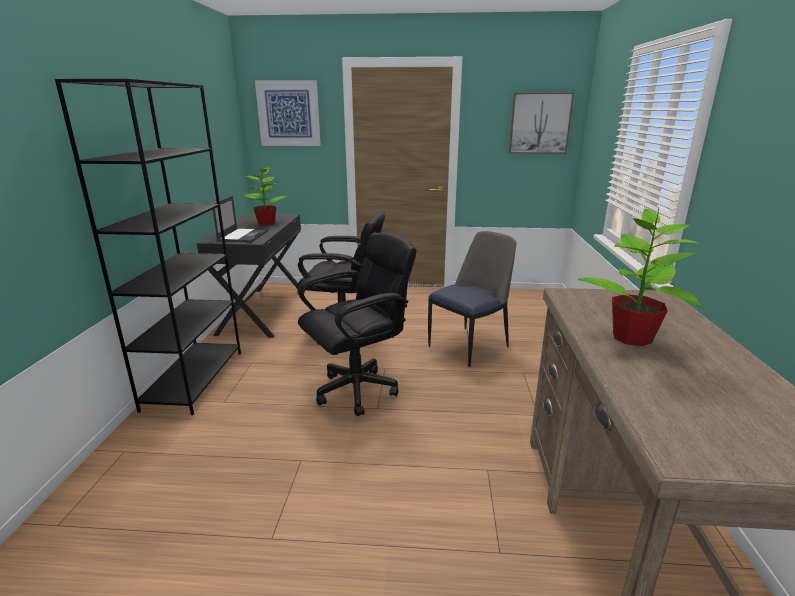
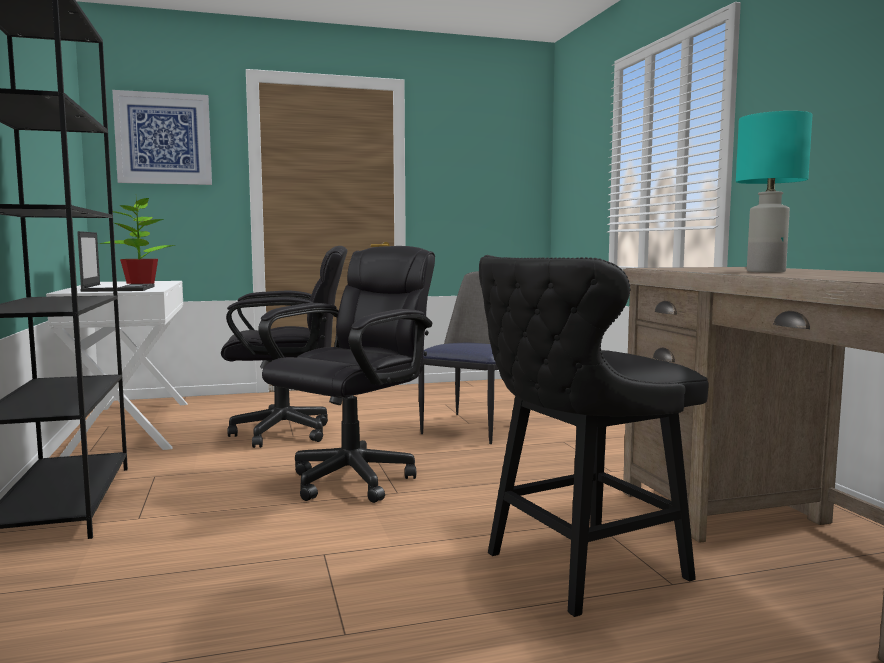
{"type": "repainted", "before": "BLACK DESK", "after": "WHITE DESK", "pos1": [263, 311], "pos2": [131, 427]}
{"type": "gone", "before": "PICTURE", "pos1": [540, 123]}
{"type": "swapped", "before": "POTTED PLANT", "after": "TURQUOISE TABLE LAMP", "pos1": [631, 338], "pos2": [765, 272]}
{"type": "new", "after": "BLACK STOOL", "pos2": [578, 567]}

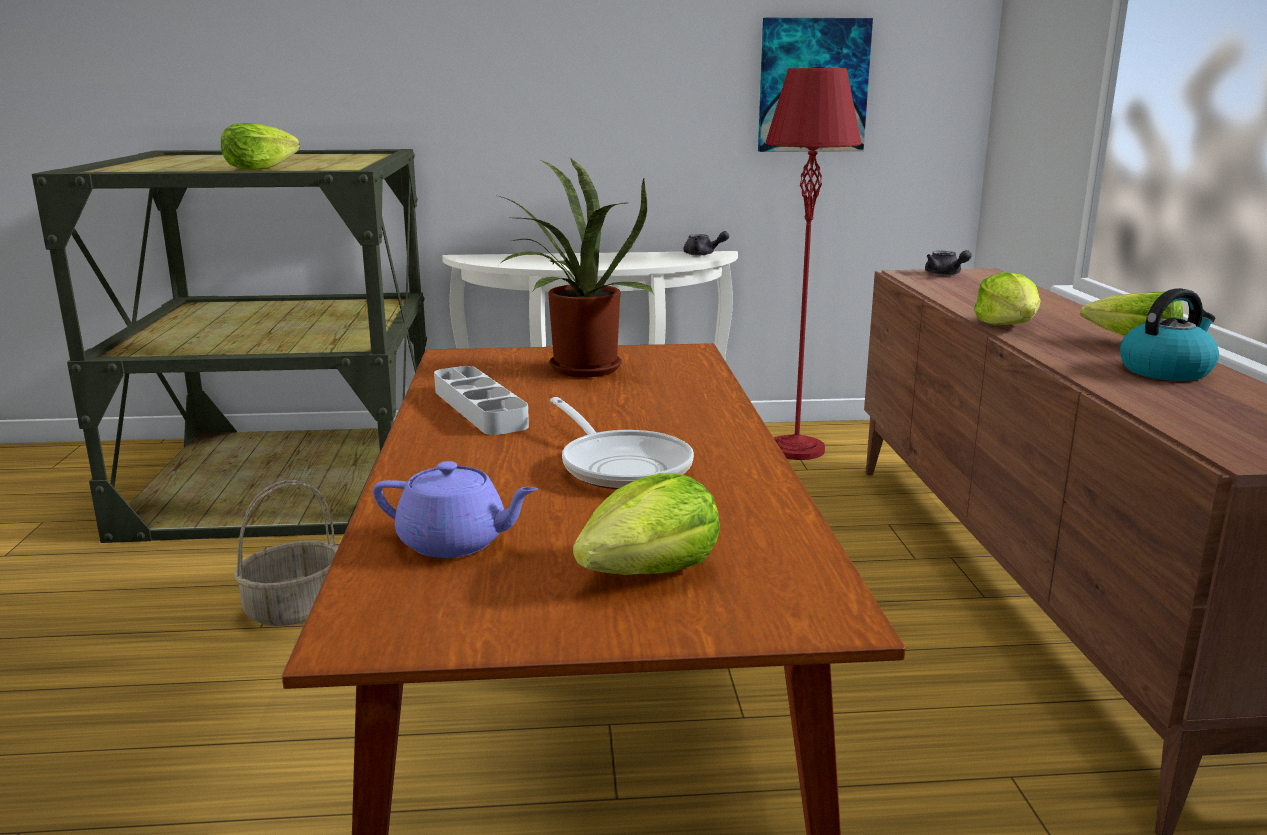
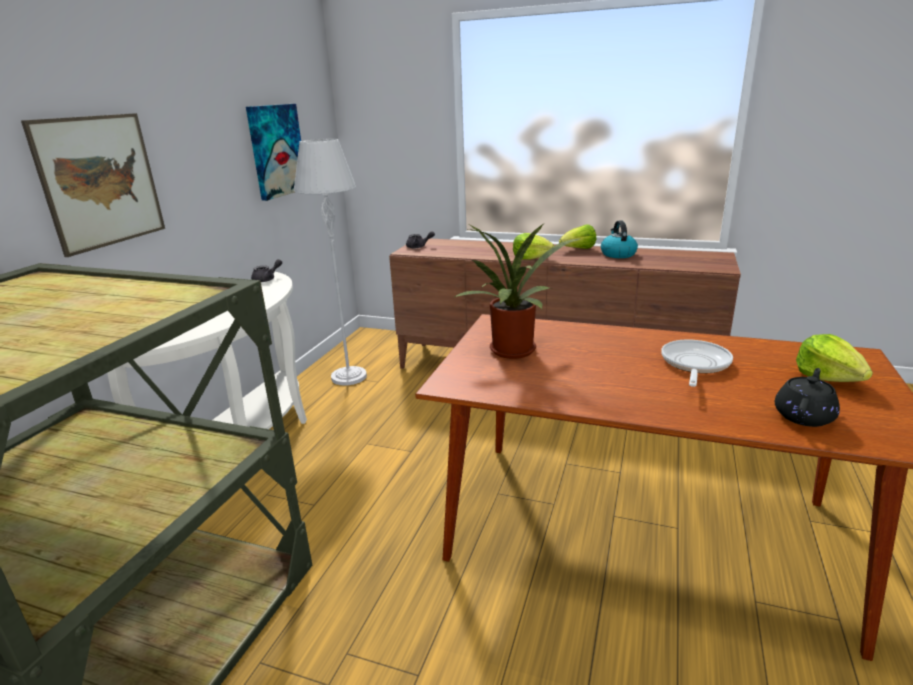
{"type": "gone", "before": "LETTUCE", "pos1": [259, 168]}
{"type": "gone", "before": "BASKET", "pos1": [295, 608]}
{"type": "repainted", "before": "PURPLE TEAPOT", "after": "BLACK TEAPOT", "pos1": [455, 542], "pos2": [804, 416]}
{"type": "gone", "before": "GREY TRAY", "pos1": [479, 408]}
{"type": "rotated", "before": "FRYING PAN", "pos1": [621, 466], "pos2": [694, 365], "turn": -60}
{"type": "repainted", "before": "RED FLOOR LAMP", "after": "GREY FLOOR LAMP", "pos1": [795, 449], "pos2": [349, 377]}
{"type": "new", "after": "PICTURE", "pos2": [101, 181]}

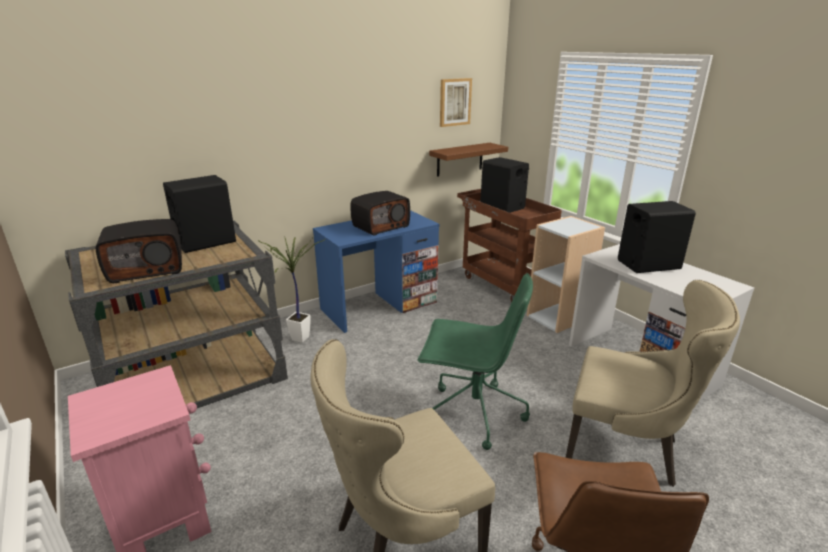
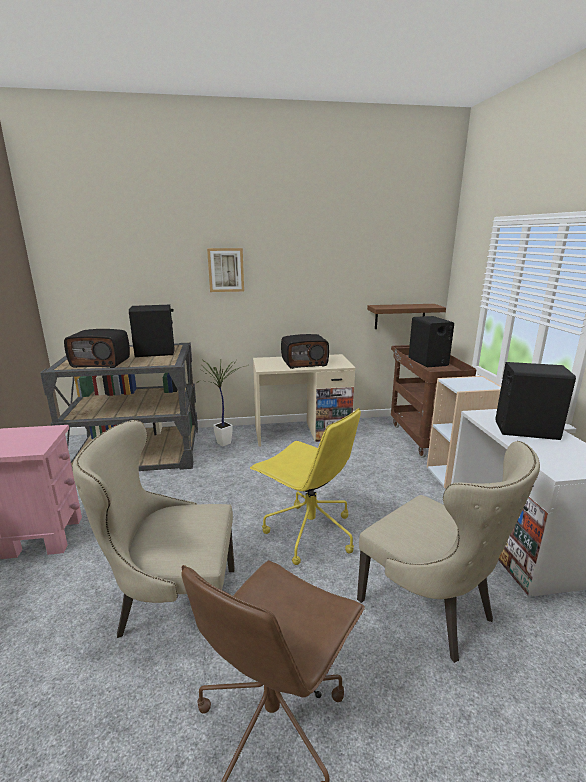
{"type": "repainted", "before": "BLUE DESK", "after": "BEIGE DESK", "pos1": [379, 306], "pos2": [301, 432]}
{"type": "repainted", "before": "GREEN OFFICE CHAIR", "after": "YELLOW OFFICE CHAIR", "pos1": [470, 413], "pos2": [306, 531]}
{"type": "shifted", "before": "PICTURE", "pos1": [454, 102], "pos2": [226, 270]}

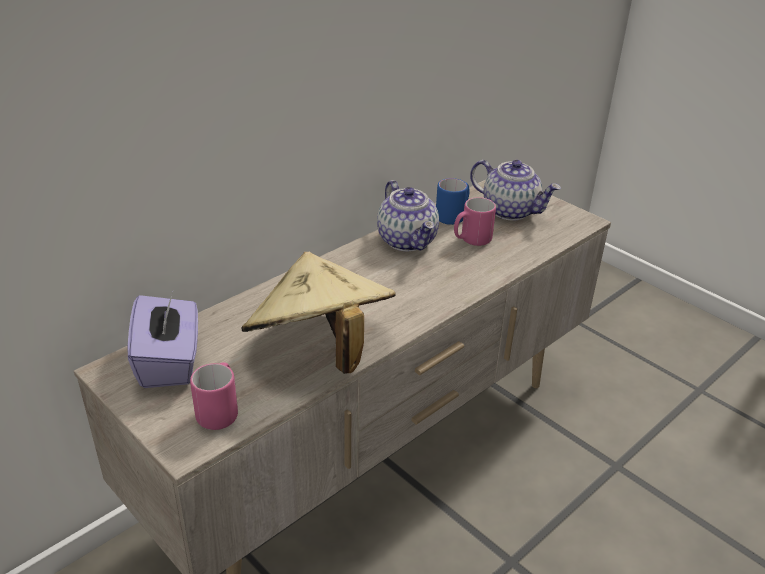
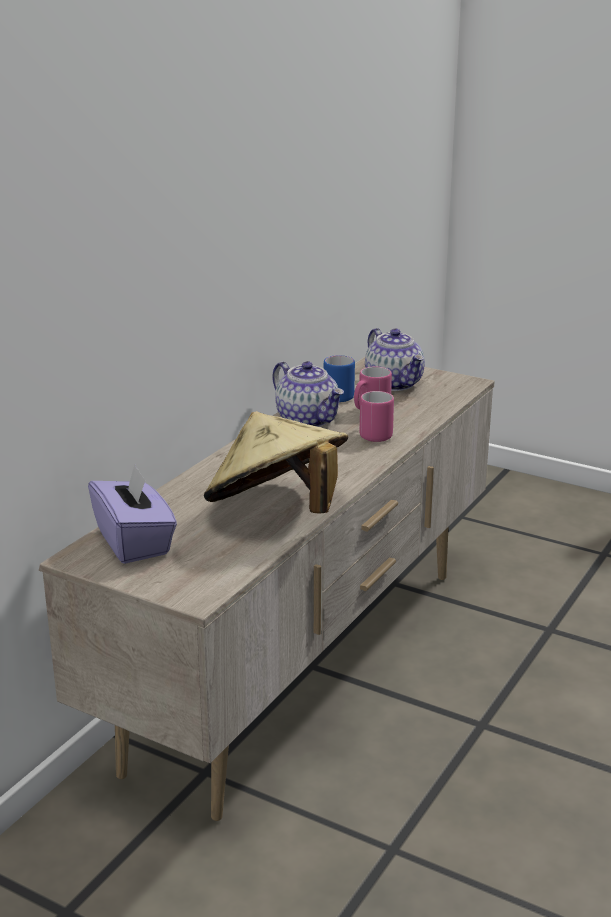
{"type": "shifted", "before": "PINK MUG", "pos1": [220, 411], "pos2": [375, 434]}
{"type": "rotated", "before": "TEAPOT", "pos1": [511, 210], "pos2": [395, 384], "turn": 45}

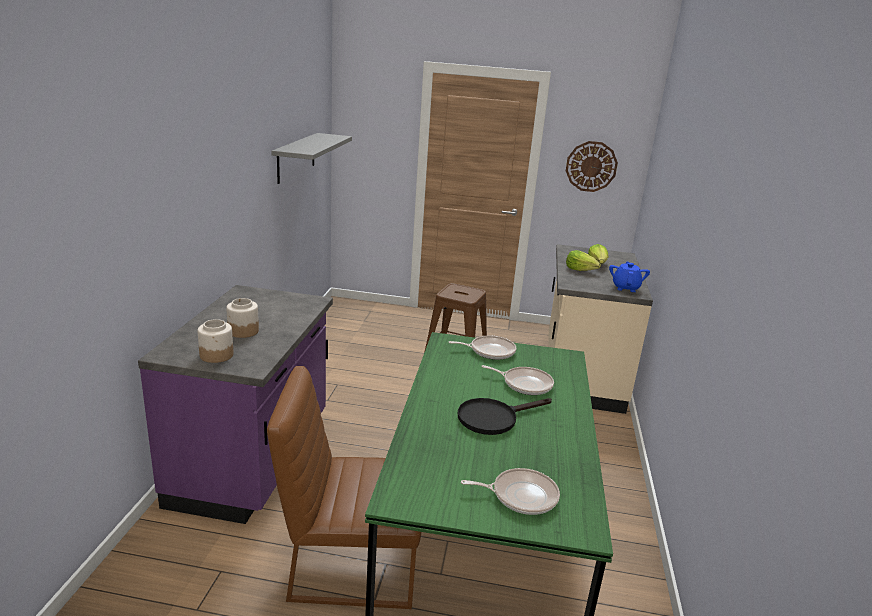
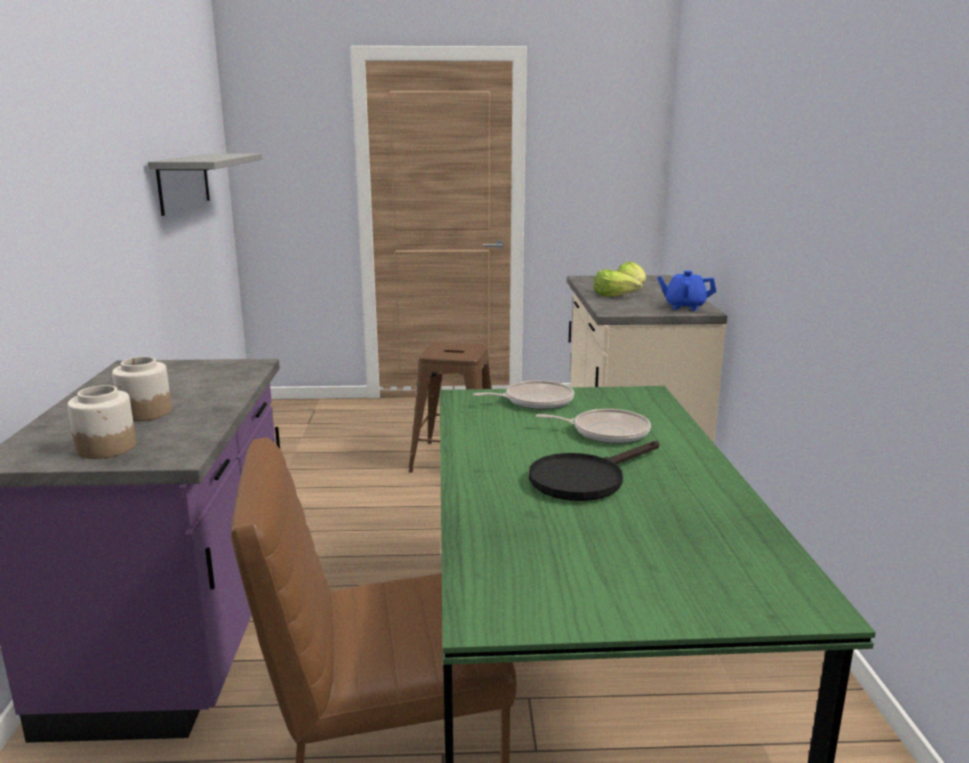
{"type": "gone", "before": "FRYING PAN", "pos1": [521, 495]}
{"type": "gone", "before": "WALL CLOCK", "pos1": [591, 166]}
{"type": "rotated", "before": "BLUE TEAPOT", "pos1": [625, 288], "pos2": [684, 307], "turn": -75}

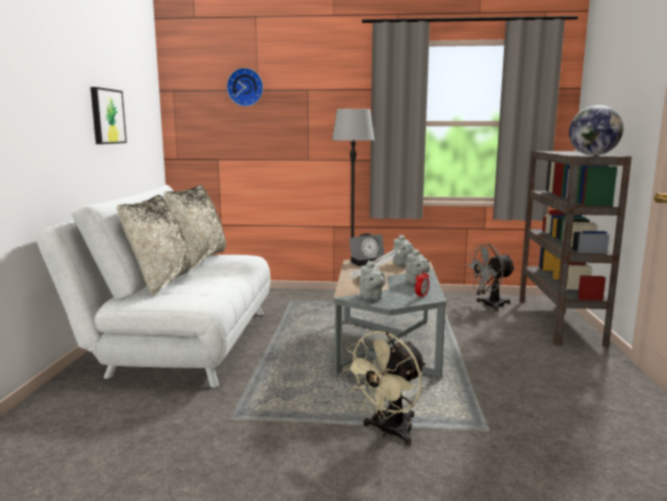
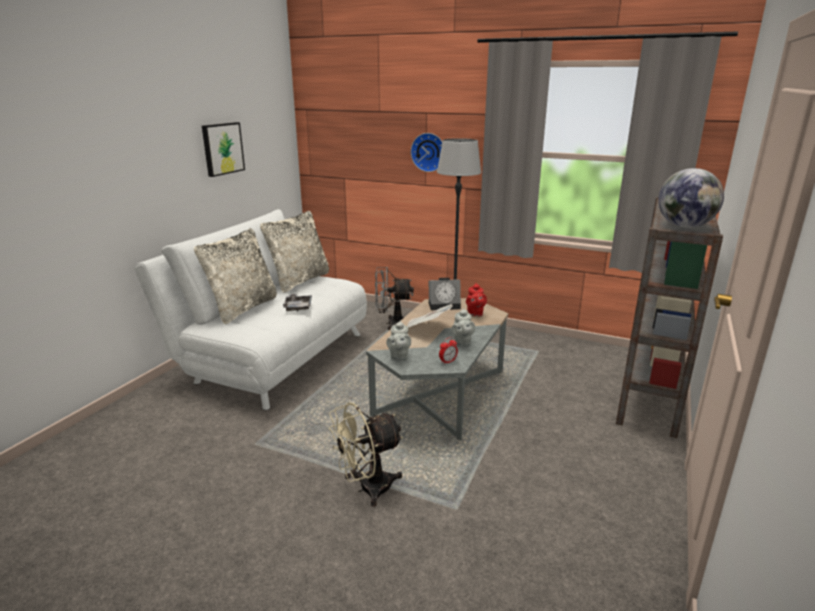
{"type": "shifted", "before": "WALL CLOCK", "pos1": [245, 87], "pos2": [429, 152]}
{"type": "repainted", "before": "GREY TEAPOT", "after": "RED TEAPOT", "pos1": [402, 264], "pos2": [475, 313]}
{"type": "shifted", "before": "GREY FAN", "pos1": [489, 305], "pos2": [391, 324]}
{"type": "new", "after": "GREY TRAY", "pos2": [298, 307]}

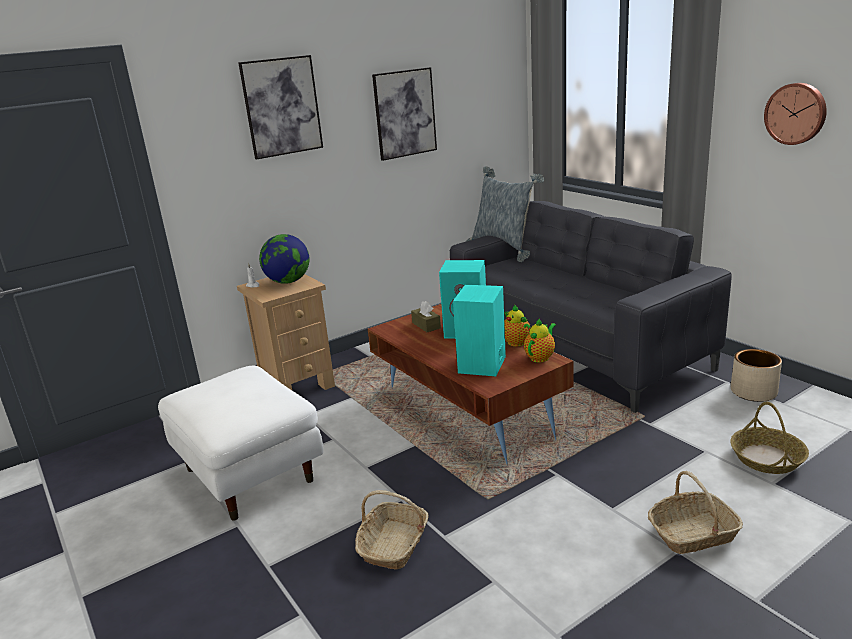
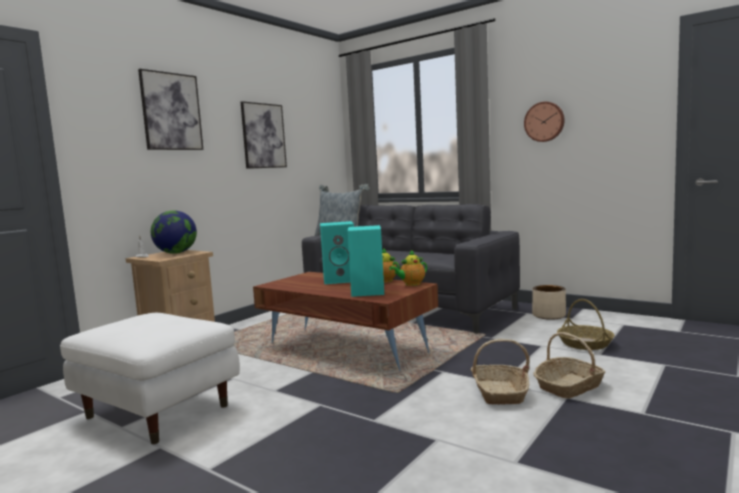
{"type": "shifted", "before": "BASKET", "pos1": [394, 545], "pos2": [499, 393]}
{"type": "gone", "before": "BROWN TISSUE BOX", "pos1": [426, 325]}
{"type": "rotated", "before": "TEAPOT", "pos1": [540, 357], "pos2": [411, 284], "turn": -135}

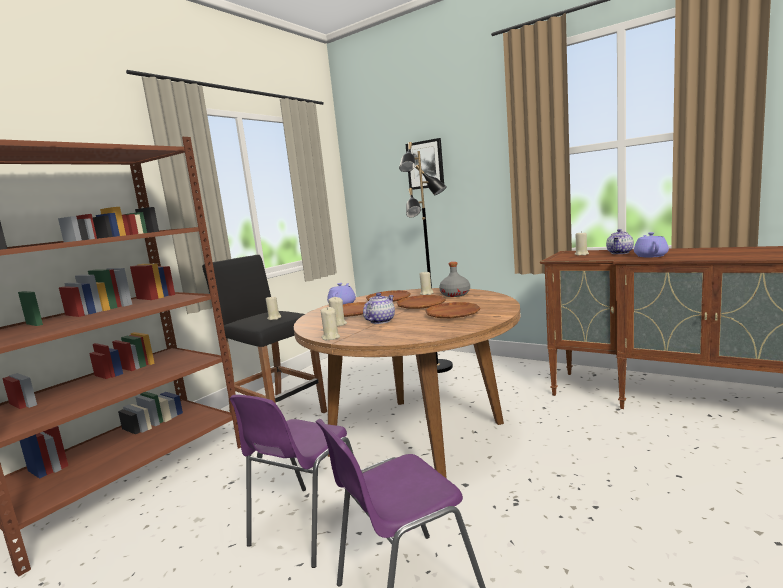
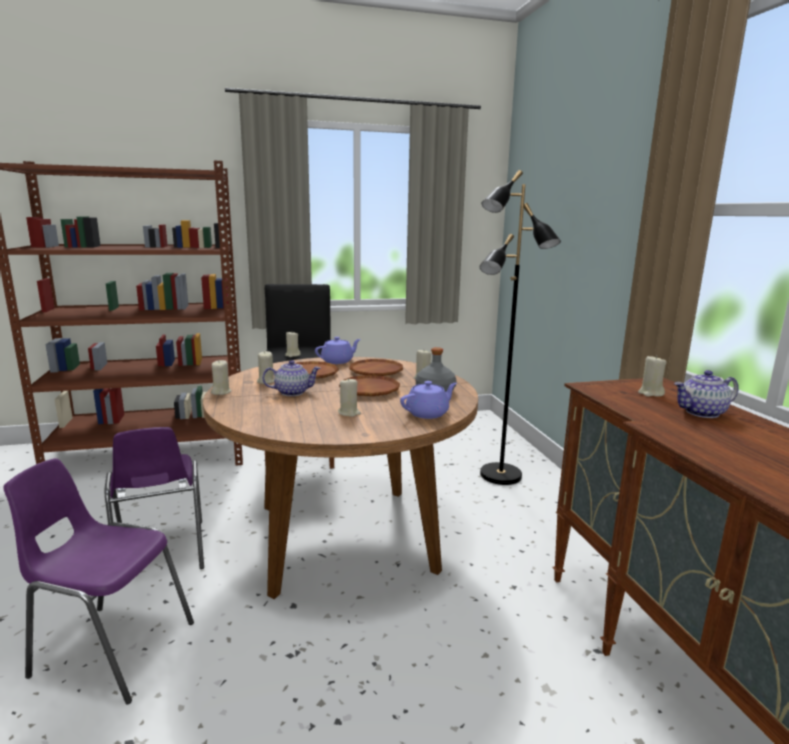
{"type": "rotated", "before": "PURPLE CHAIR", "pos1": [307, 526], "pos2": [161, 553], "turn": -90}
{"type": "gone", "before": "PICTURE", "pos1": [425, 164]}
{"type": "swapped", "before": "BROWN PLATE", "after": "BEIGE CANDLE", "pos1": [452, 314], "pos2": [349, 413]}
{"type": "shifted", "before": "PURPLE TEAPOT", "pos1": [650, 256], "pos2": [428, 413]}

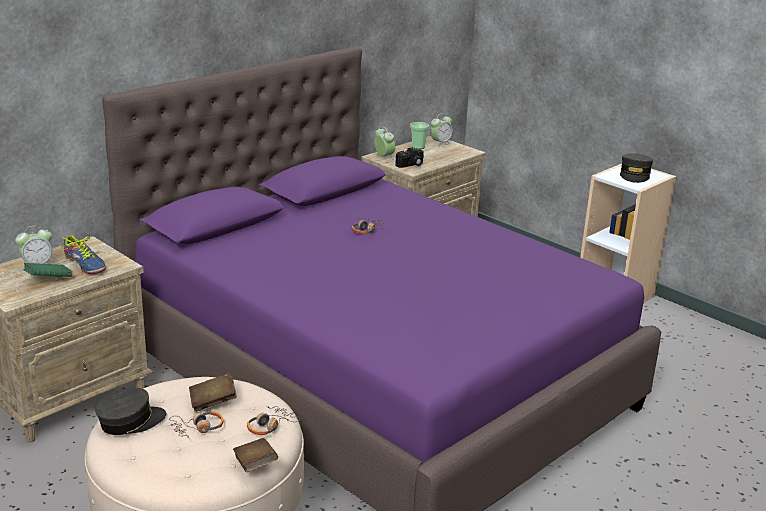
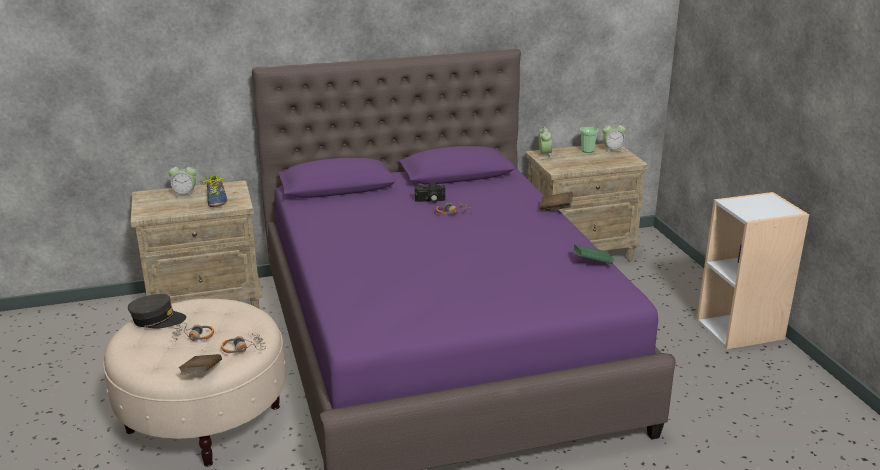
{"type": "shifted", "before": "GREEN BOOK", "pos1": [48, 280], "pos2": [592, 263]}
{"type": "shifted", "before": "BROWN BOOK", "pos1": [213, 402], "pos2": [555, 209]}
{"type": "shifted", "before": "PHOTO CAMERA", "pos1": [411, 165], "pos2": [430, 200]}
{"type": "gone", "before": "GREY CAP", "pos1": [635, 175]}

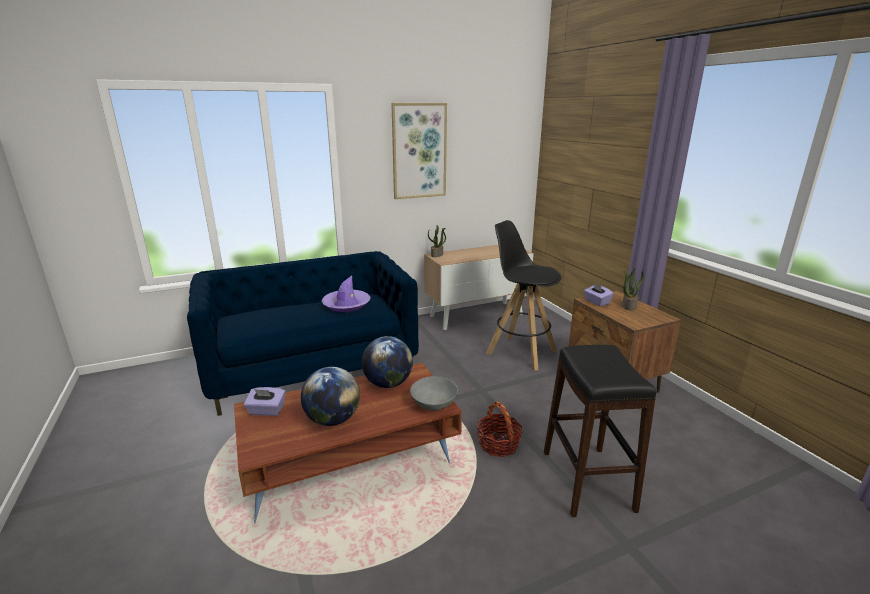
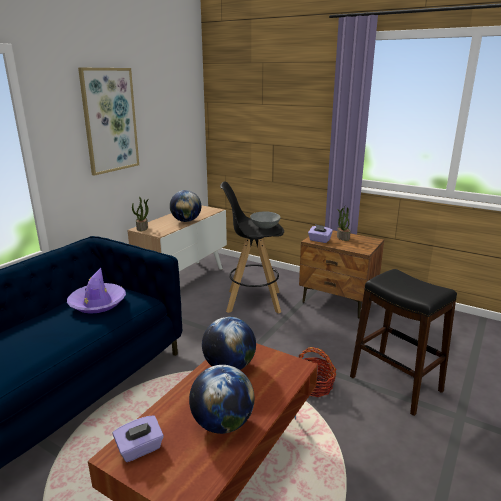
{"type": "shifted", "before": "GREY BOWL", "pos1": [433, 403], "pos2": [265, 226]}
{"type": "new", "after": "GLOBE", "pos2": [186, 221]}

